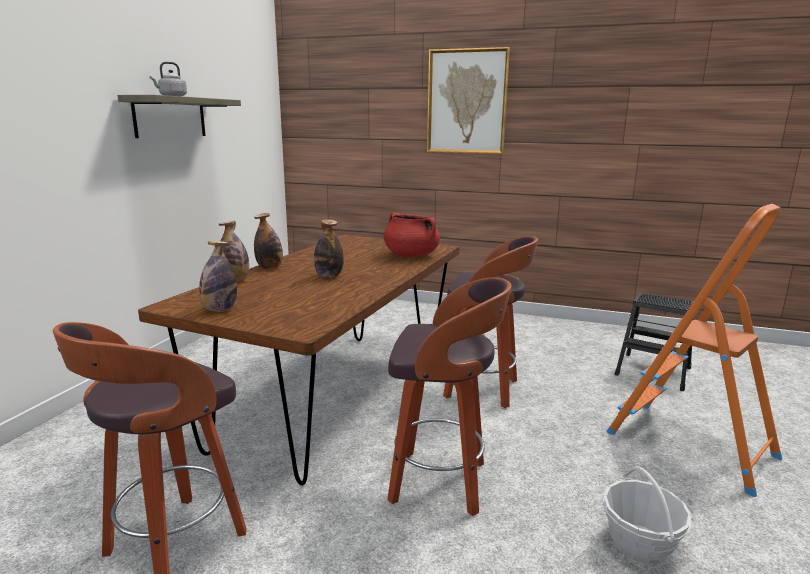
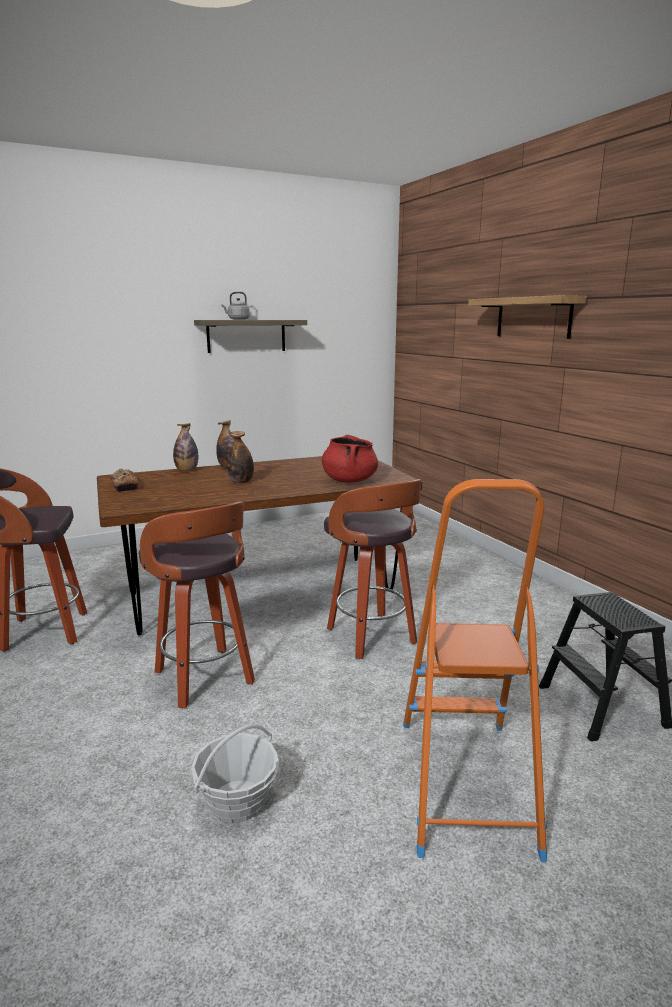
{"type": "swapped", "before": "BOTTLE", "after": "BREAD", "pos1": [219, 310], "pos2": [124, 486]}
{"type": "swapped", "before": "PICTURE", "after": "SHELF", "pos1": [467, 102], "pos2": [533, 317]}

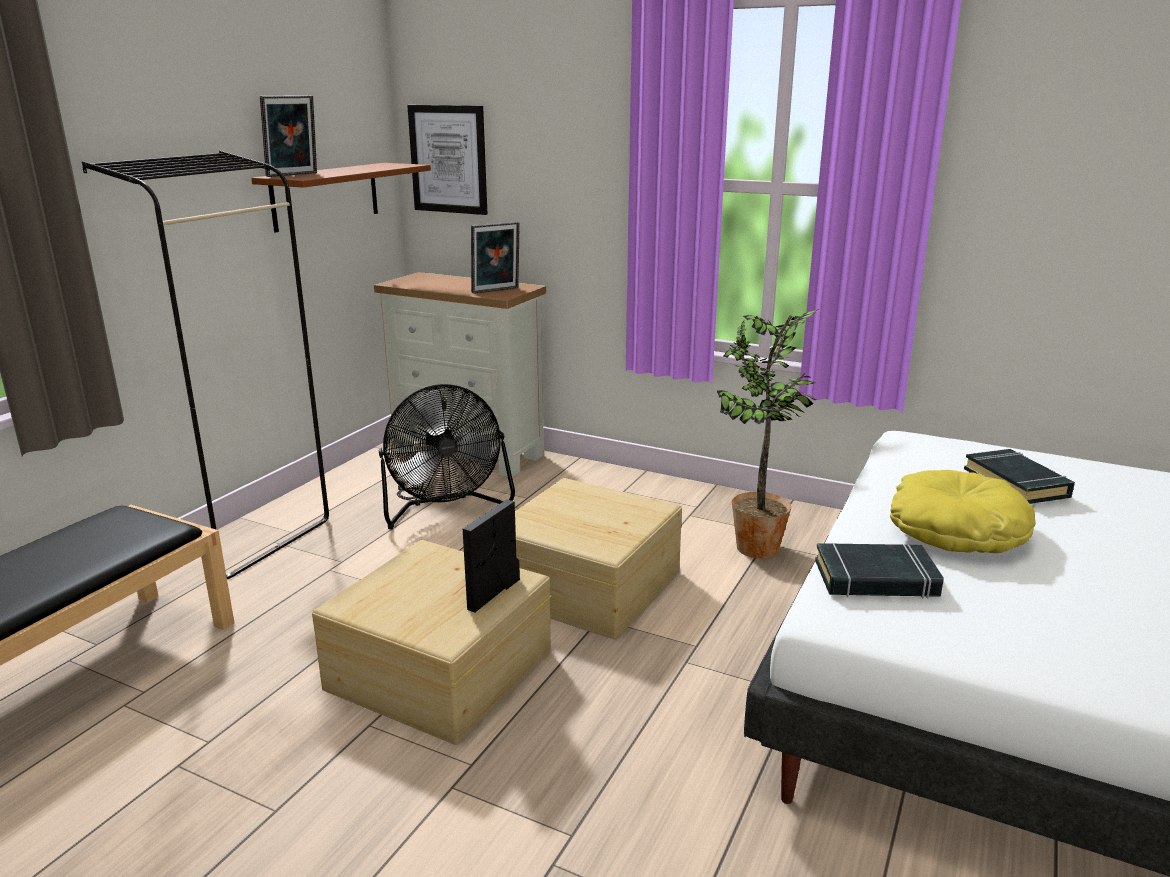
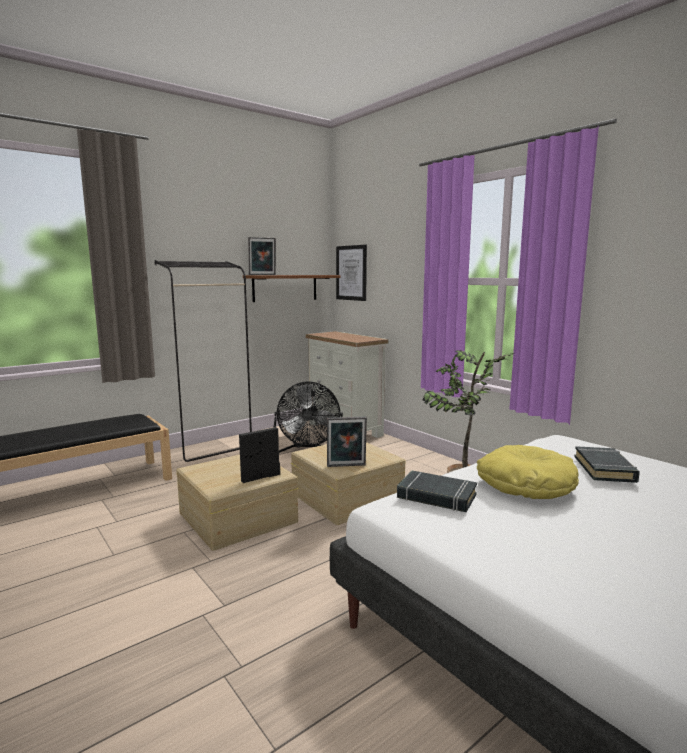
{"type": "shifted", "before": "PICTURE FRAME", "pos1": [496, 291], "pos2": [346, 466]}

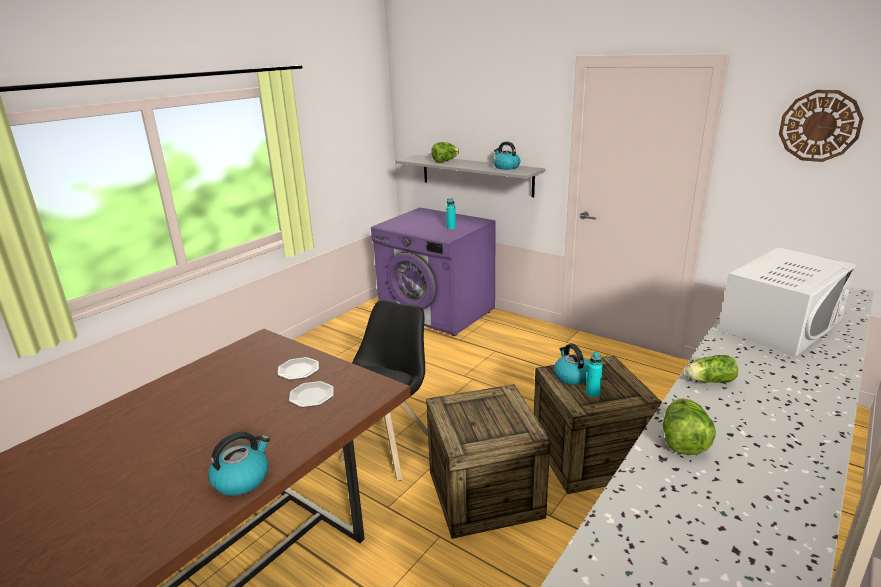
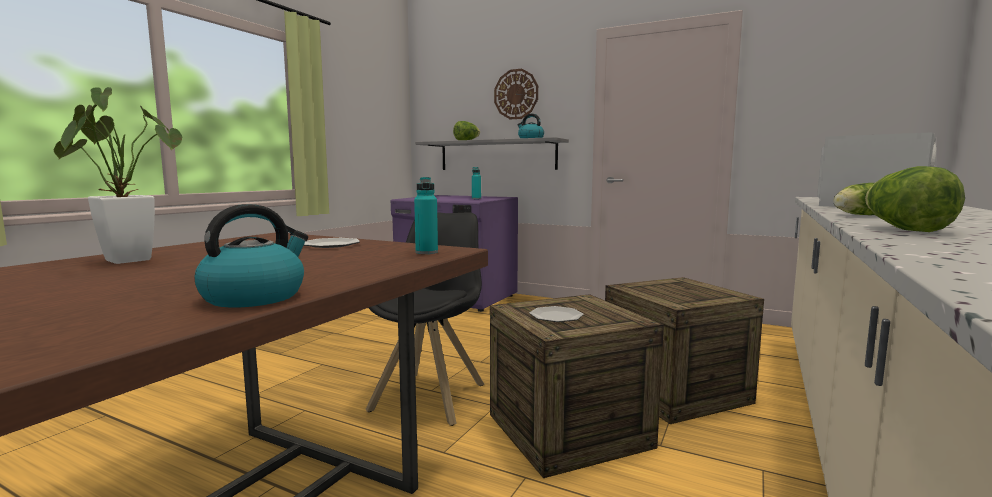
{"type": "shifted", "before": "PLATE", "pos1": [312, 396], "pos2": [556, 316]}
{"type": "gone", "before": "KETTLE", "pos1": [571, 376]}
{"type": "shifted", "before": "TURQUOISE BOTTLE", "pos1": [592, 394], "pos2": [426, 252]}
{"type": "shifted", "before": "WALL CLOCK", "pos1": [819, 126], "pos2": [516, 94]}
{"type": "new", "after": "POTTED PLANT", "pos2": [126, 259]}

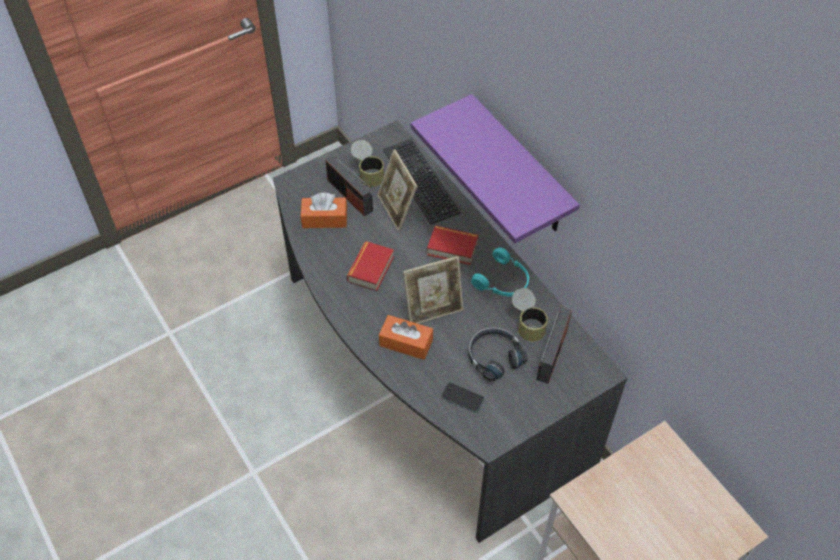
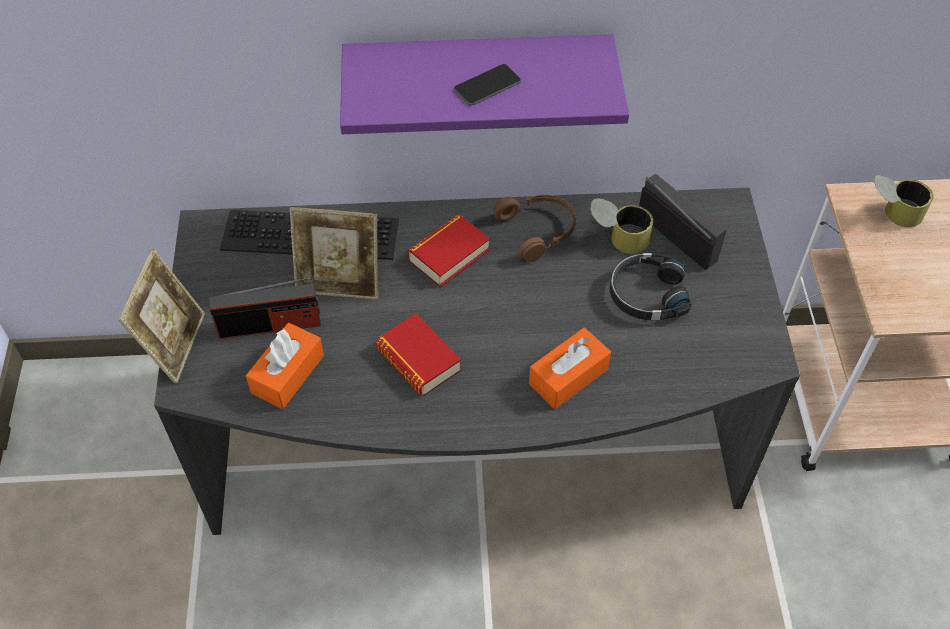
{"type": "shifted", "before": "CAN", "pos1": [368, 172], "pos2": [892, 213]}
{"type": "shifted", "before": "PICTURE FRAME", "pos1": [433, 309], "pos2": [175, 345]}
{"type": "shifted", "before": "PHONE", "pos1": [462, 398], "pos2": [487, 85]}
{"type": "repainted", "before": "TURQUOISE HEADPHONES", "after": "BROWN HEADPHONES", "pos1": [503, 281], "pos2": [539, 230]}

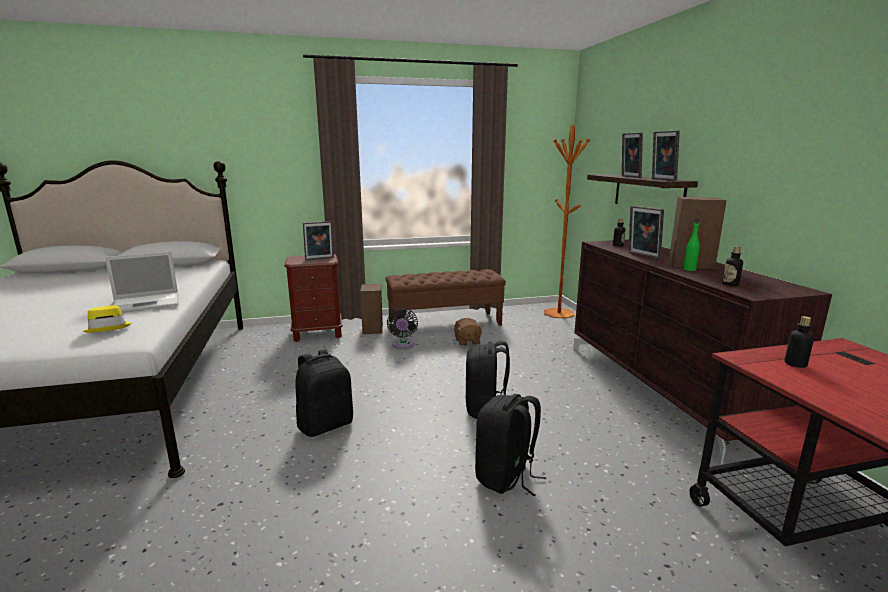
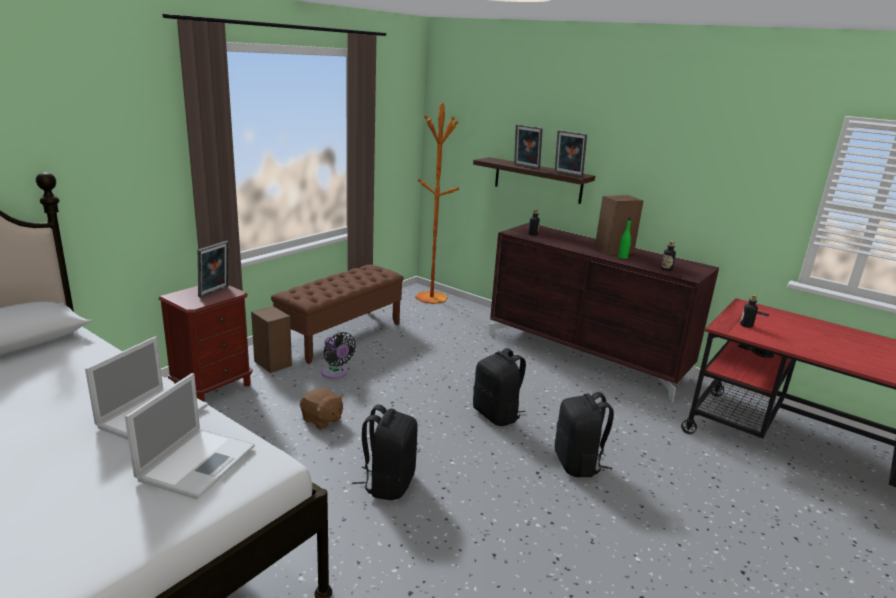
{"type": "swapped", "before": "YELLOW HAT", "after": "LAPTOP", "pos1": [108, 328], "pos2": [198, 461]}
{"type": "shifted", "before": "BROWN PLUSH TOY", "pos1": [467, 341], "pos2": [322, 420]}
{"type": "gone", "before": "PICTURE FRAME", "pos1": [642, 255]}

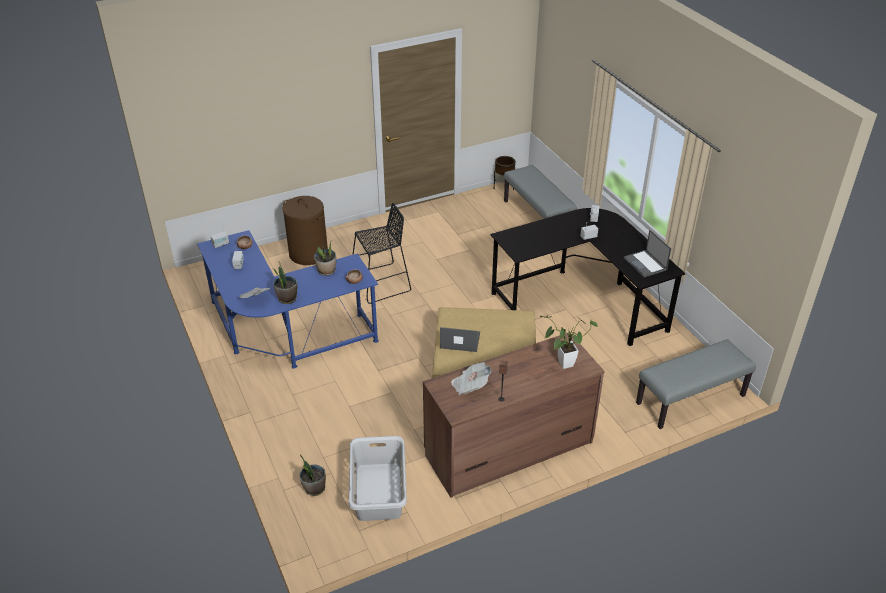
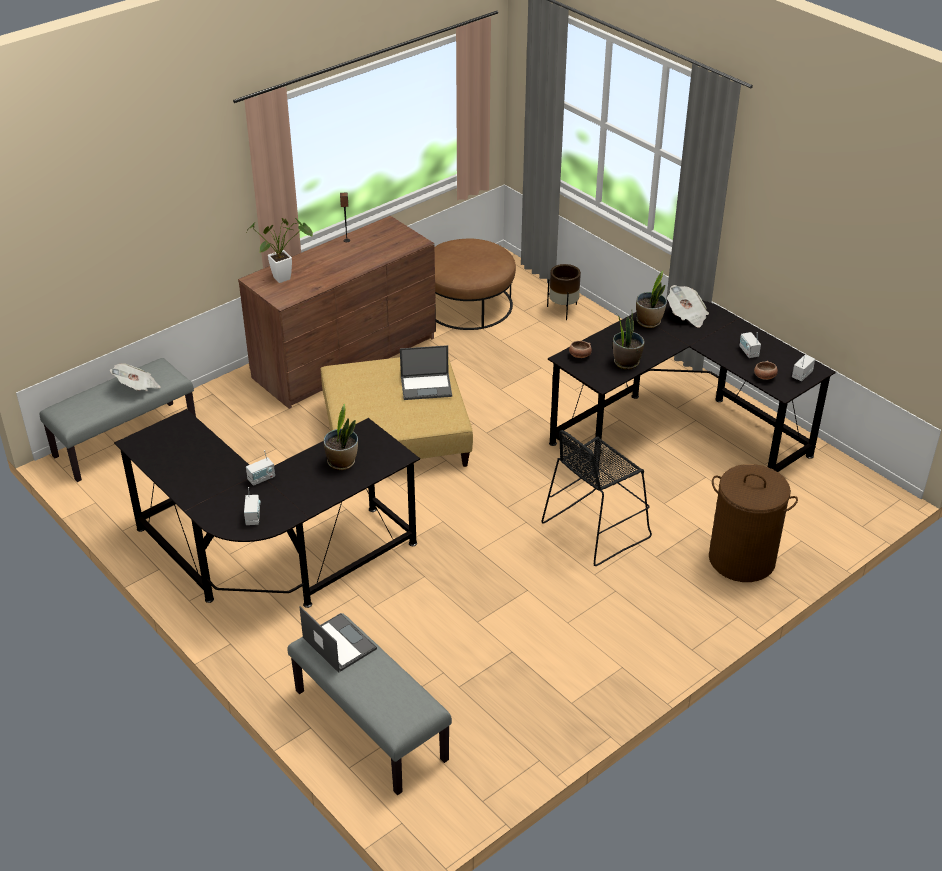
{"type": "repainted", "before": "BLUE DESK", "after": "BLACK DESK", "pos1": [283, 334], "pos2": [678, 431]}
{"type": "shifted", "before": "POTTED PLANT", "pos1": [314, 488], "pos2": [342, 462]}
{"type": "swapped", "before": "GREY LAUNDRY BASKET", "after": "BROWN OTTOMAN", "pos1": [378, 492], "pos2": [468, 304]}
{"type": "shifted", "before": "NEWSPAPER", "pos1": [470, 386], "pos2": [137, 387]}
{"type": "shifted", "before": "BROWN PLANTER", "pos1": [503, 186], "pos2": [563, 310]}
{"type": "shifted", "before": "LAPTOP", "pos1": [645, 264], "pos2": [338, 643]}

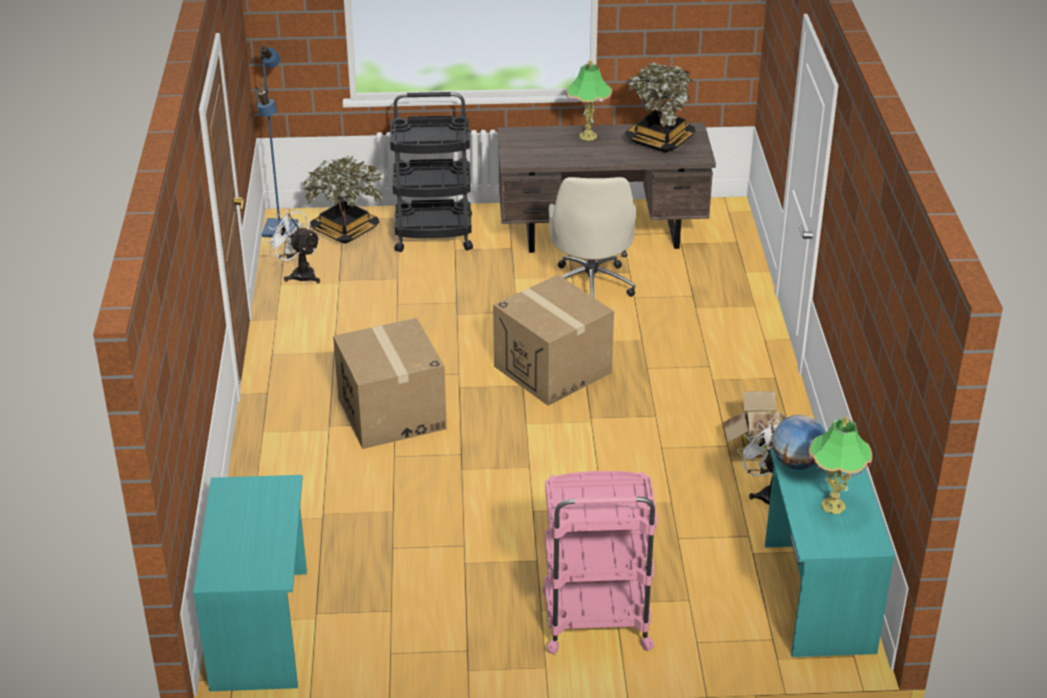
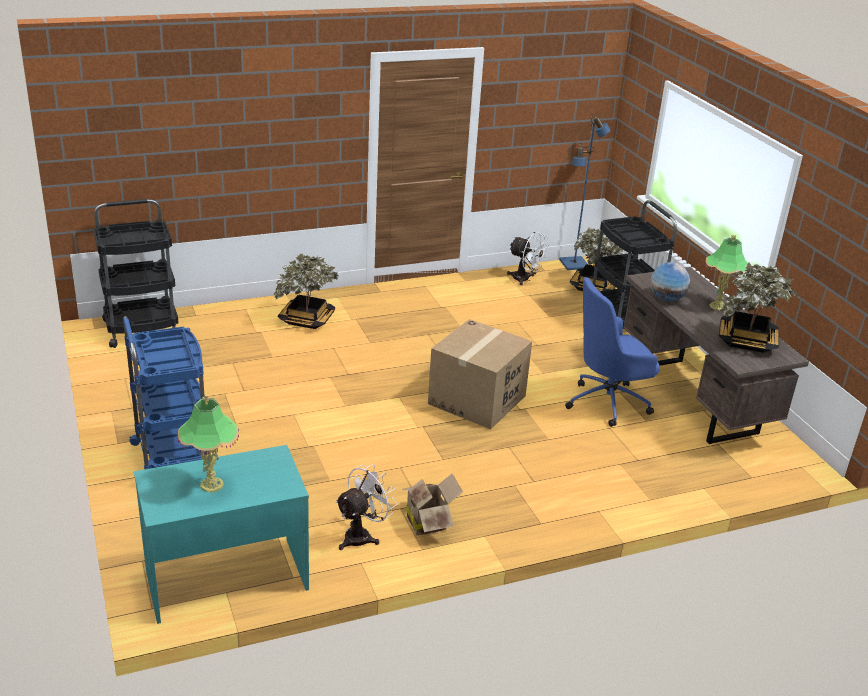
{"type": "swapped", "before": "TURQUOISE DESK", "after": "BLACK CART", "pos1": [262, 628], "pos2": [141, 330]}
{"type": "rotated", "before": "WHITE FAN", "pos1": [298, 274], "pos2": [525, 279], "turn": 105}
{"type": "gone", "before": "CARDBOARD BOX", "pos1": [391, 413]}
{"type": "repainted", "before": "PINK CART", "after": "BLUE CART", "pos1": [596, 620], "pos2": [173, 460]}
{"type": "repainted", "before": "BEIGE OFFICE CHAIR", "after": "BLUE OFFICE CHAIR", "pos1": [590, 287], "pos2": [607, 403]}
{"type": "shifted", "before": "GLOBE", "pos1": [796, 463], "pos2": [666, 298]}
{"type": "new", "after": "POTTED PLANT", "pos2": [307, 320]}

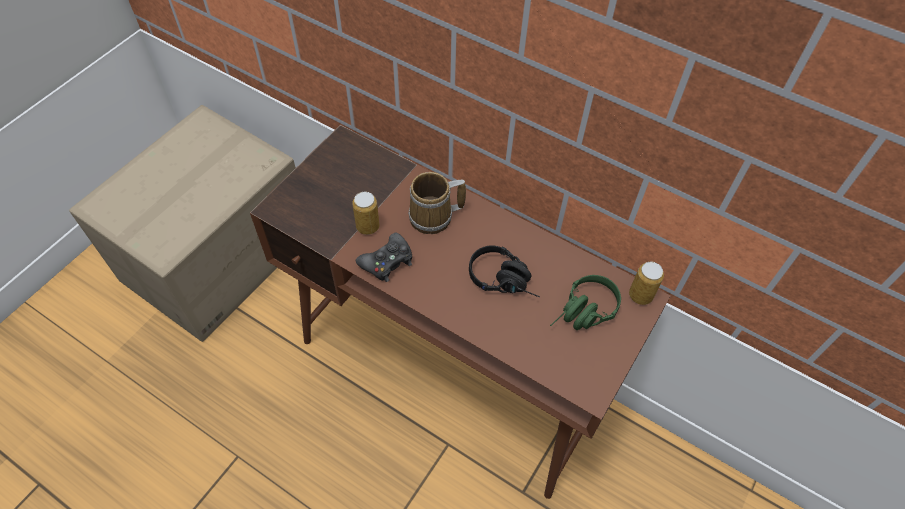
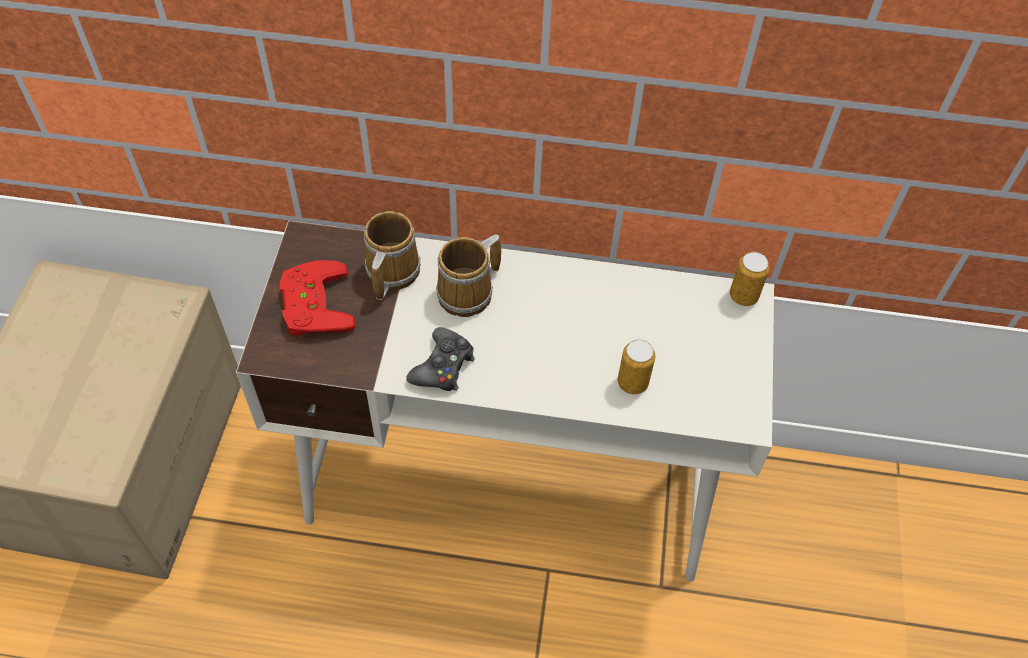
{"type": "repainted", "before": "BROWN DESK", "after": "WHITE DESK", "pos1": [450, 374], "pos2": [510, 486]}
{"type": "shifted", "before": "CAN", "pos1": [367, 226], "pos2": [632, 382]}
{"type": "gone", "before": "BLACK HEADPHONES", "pos1": [505, 280]}
{"type": "gone", "before": "GREEN HEADPHONES", "pos1": [583, 314]}
{"type": "new", "after": "RED GAME CONTROLLER", "pos2": [311, 304]}
{"type": "new", "after": "MUG", "pos2": [390, 272]}

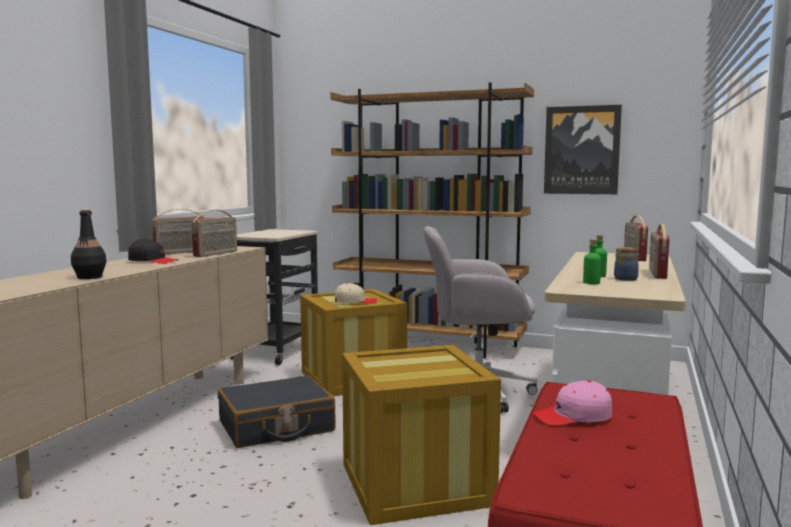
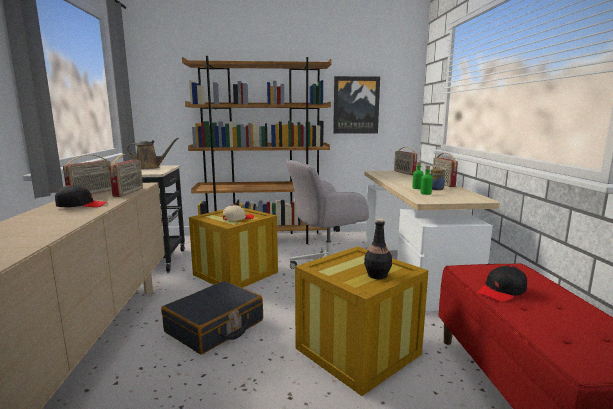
{"type": "shifted", "before": "BLACK BOTTLE", "pos1": [89, 277], "pos2": [377, 275]}
{"type": "repainted", "before": "PINK CAP", "after": "BLACK CAP", "pos1": [573, 416], "pos2": [502, 291]}
{"type": "new", "after": "BROWN WATERING CAN", "pos2": [150, 167]}

